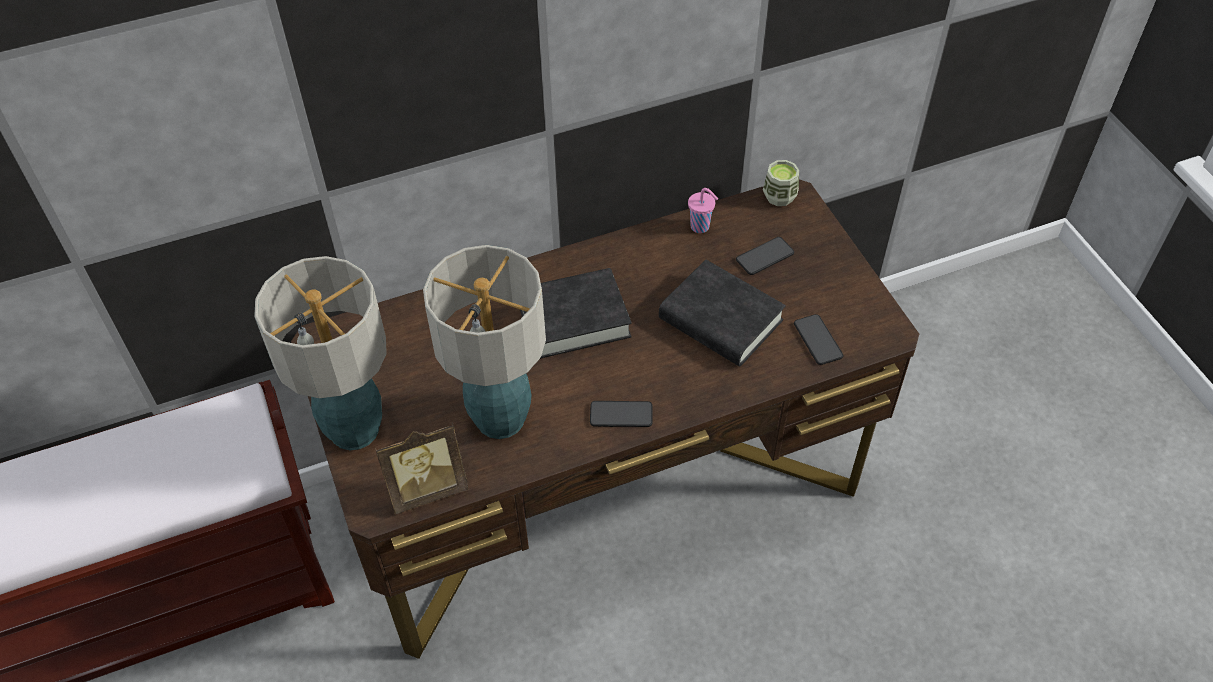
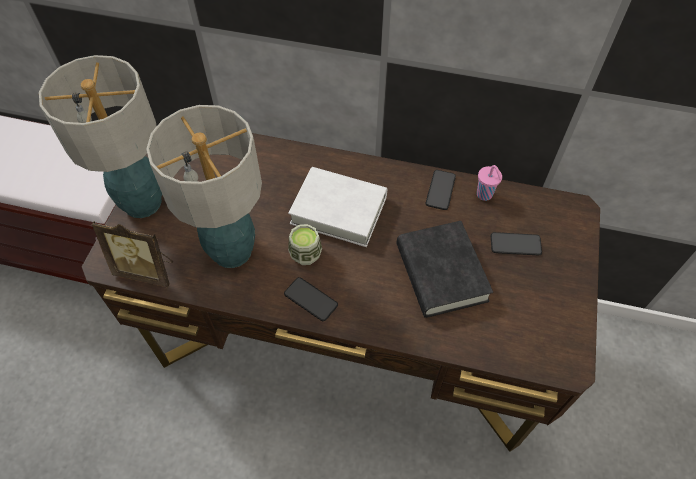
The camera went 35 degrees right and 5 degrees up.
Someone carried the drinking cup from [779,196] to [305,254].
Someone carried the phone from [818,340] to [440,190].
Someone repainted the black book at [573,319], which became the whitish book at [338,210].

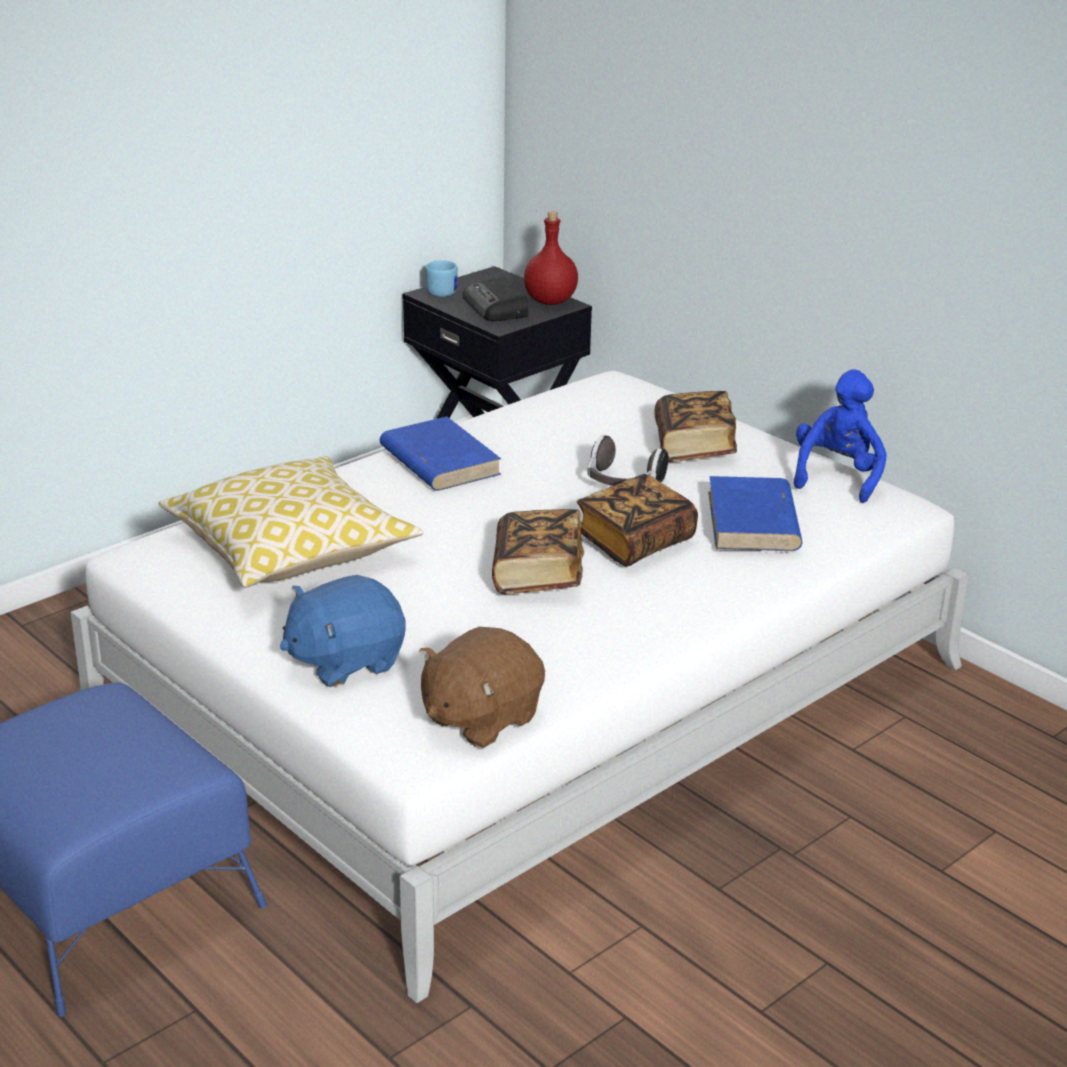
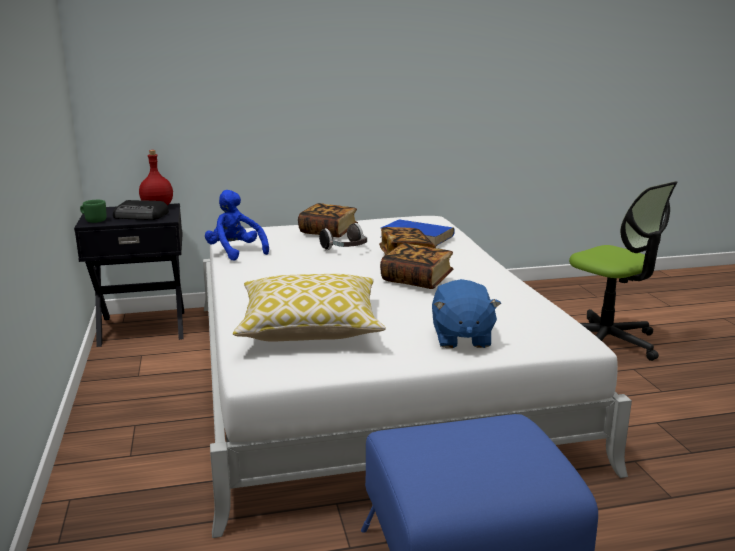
The camera went 60 degrees left and 10 degrees down.
Someone took away the bluish book at [439,460].
Someone took away the brown-coloured cuddly toy at [480,718].
Someone put down the computer chair at [607,342].
Someone carried the bluish cuddly toy from [837,476] to [235,252].
Someone repainted the bluish mug at [441,291], which became the green mug at [93,220].

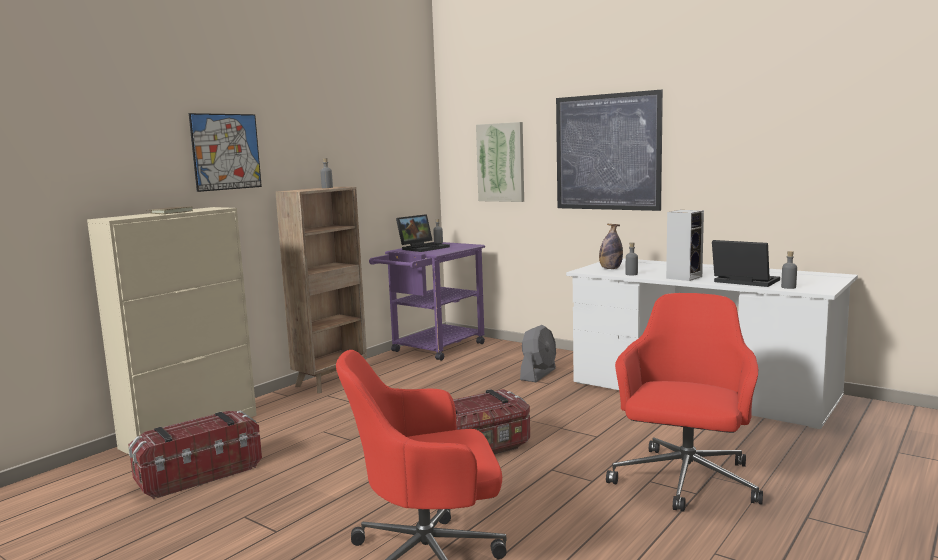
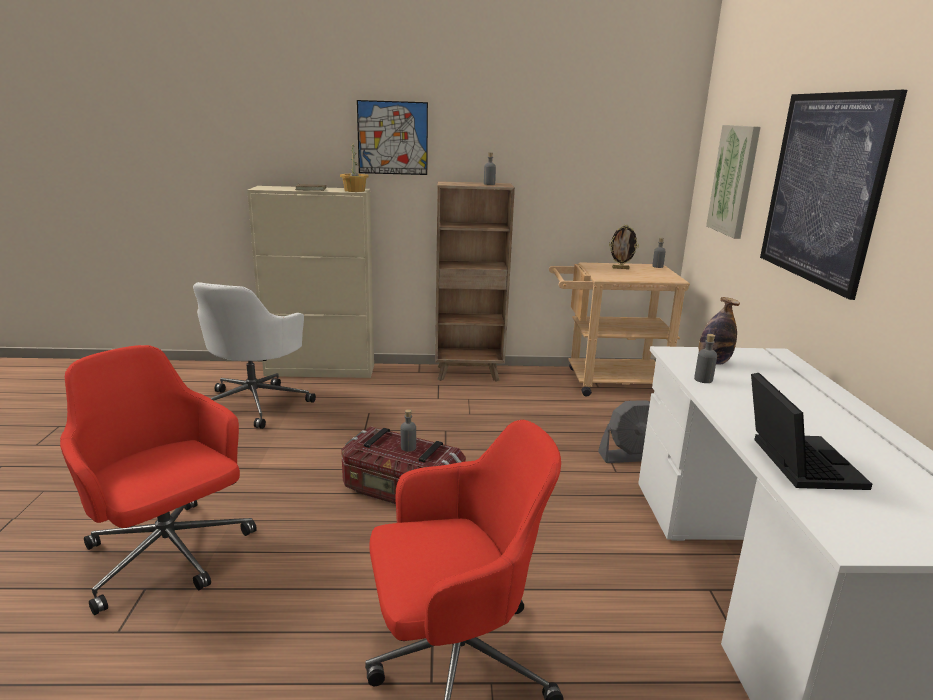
The camera went 50 degrees right and 10 degrees up.
Someone took away the loudspeaker at [684,277].
Someone put down the plant in a pot at [355,190].
Someone carried the greyish bottle from [788,287] to [408,447].
Someone swapped the storage box at [198,474] for the whitish computer chair at [256,403].
Someone swapped the portable computer at [423,248] for the photo frame at [620,268].
Someone repainted the purplish trolley at [433,349], which became the beige-coloured trolley at [606,382].

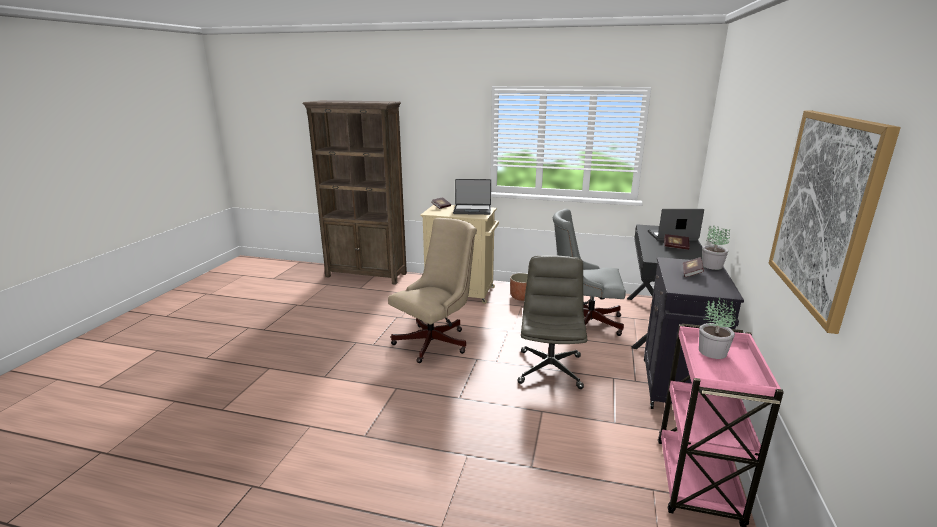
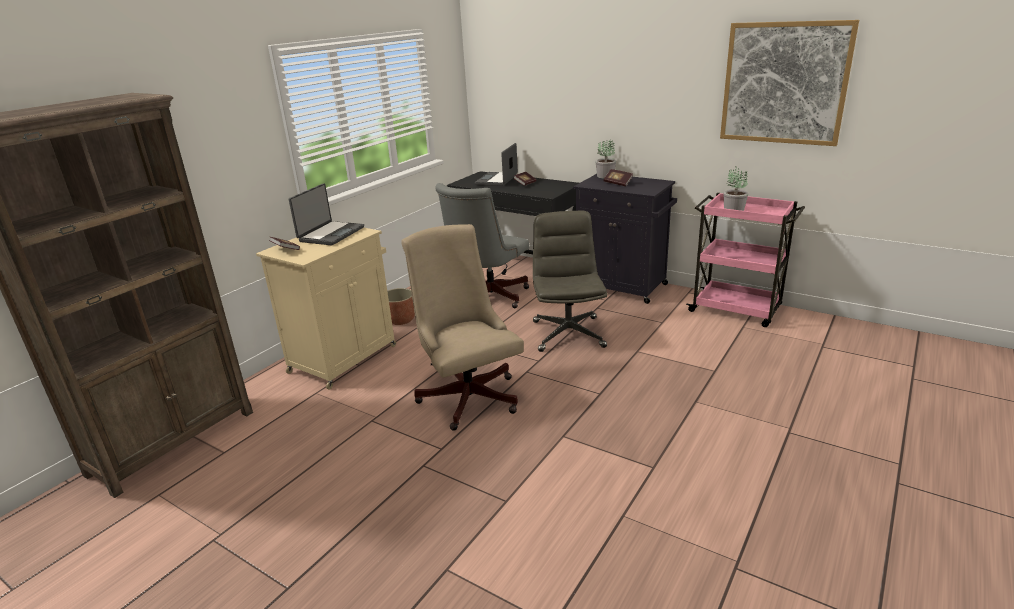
The camera went 70 degrees left and 5 degrees up.
Someone rotated the greyish computer chair at [550,368] by 60 degrees clockwise.

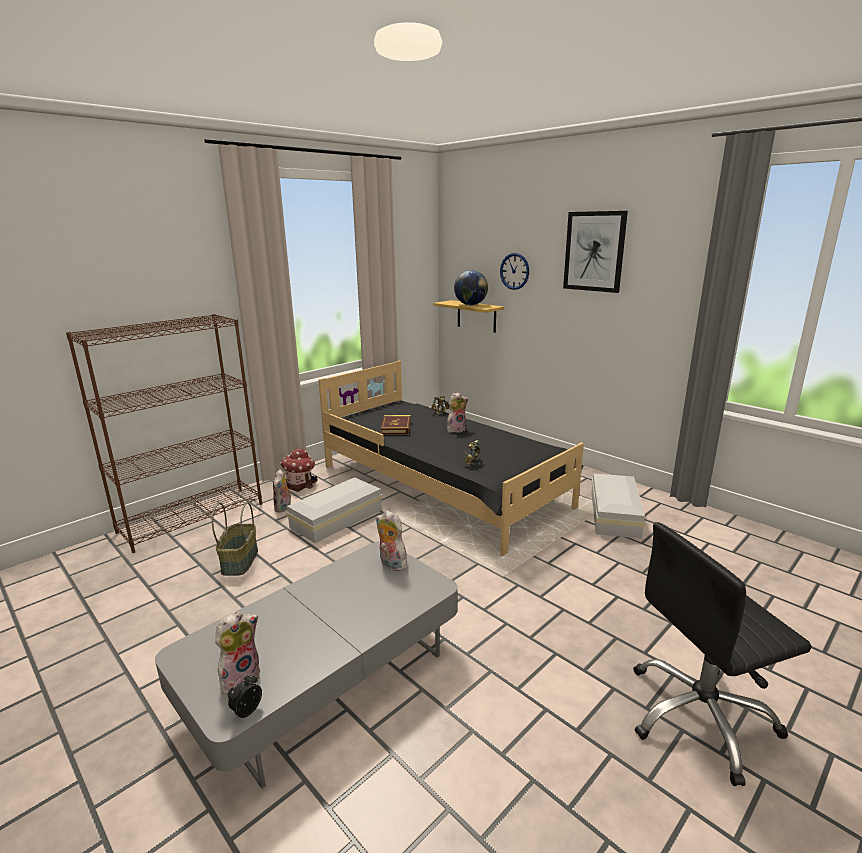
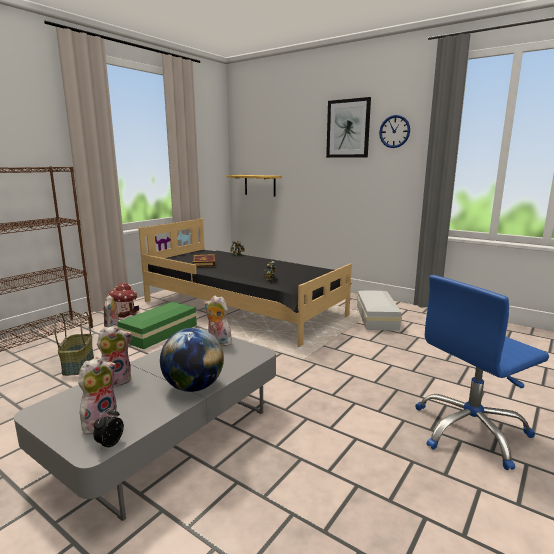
The camera went 10 degrees left and 5 degrees down.
Someone carried the cuddly toy from [456,429] to [116,381].
Someone carried the world globe from [470,305] to [193,387].
Someone carried the hanging clock from [514,271] to [394,131].
Someone repainted the whitish storage box at [338,518], which became the green storage box at [161,332].
Someone repainted the black computer chair at [700,717], which became the bluish computer chair at [470,431].

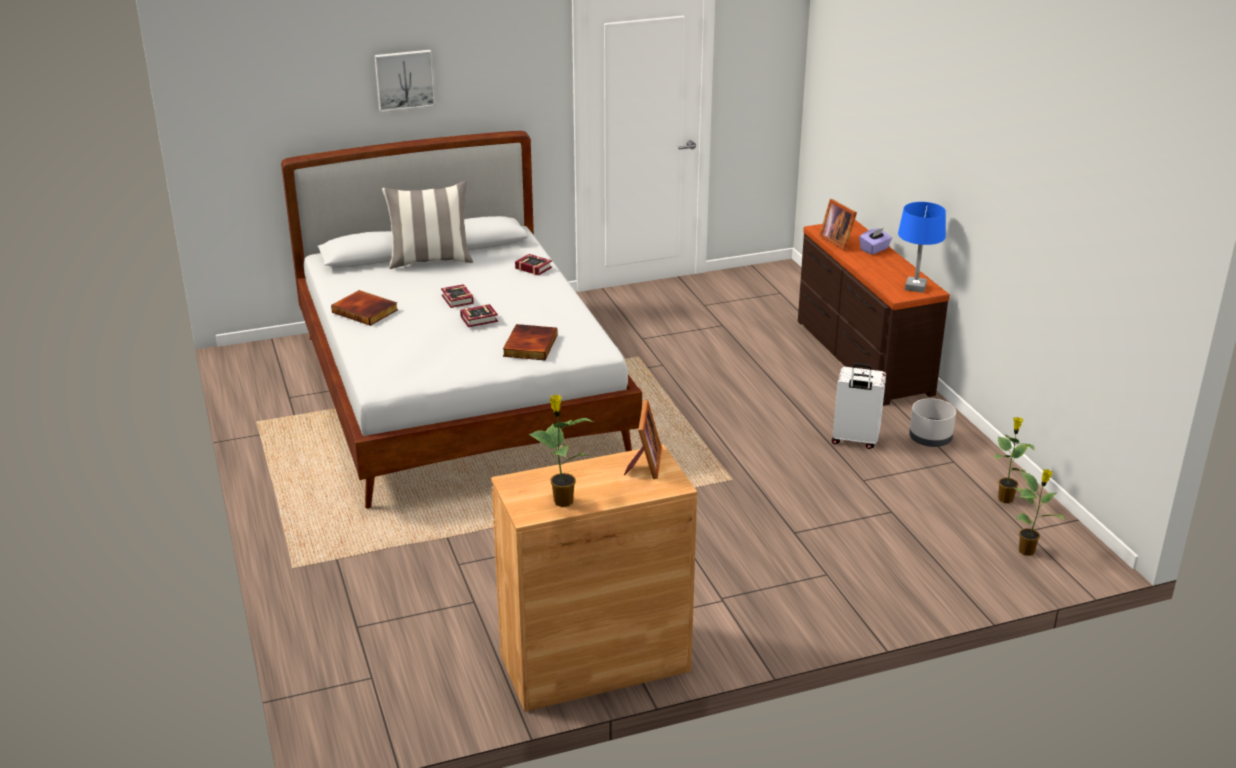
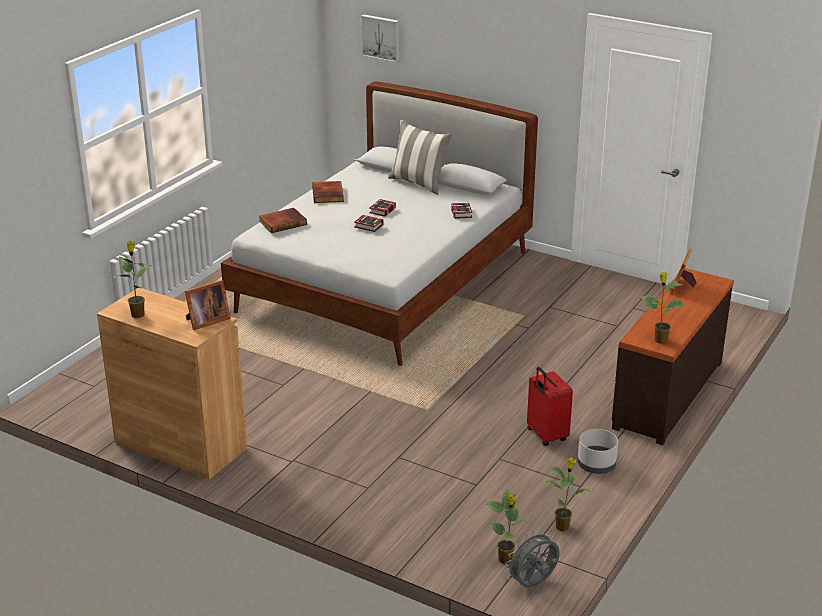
The camera went 50 degrees right and 0 degrees up.
Someone took away the purplish tissue box at [874,249].
Someone put down the greyish fan at [533,584].
Someone carried the wall picture from [404,79] to [381,37].
Someone carried the book from [529,345] to [282,222].
Someone swapped the bluish tabletop lamp at [915,287] for the plant in a pot at [660,340].
Someone repainted the whitish piece of luggage at [854,440], which became the red piece of luggage at [546,436].

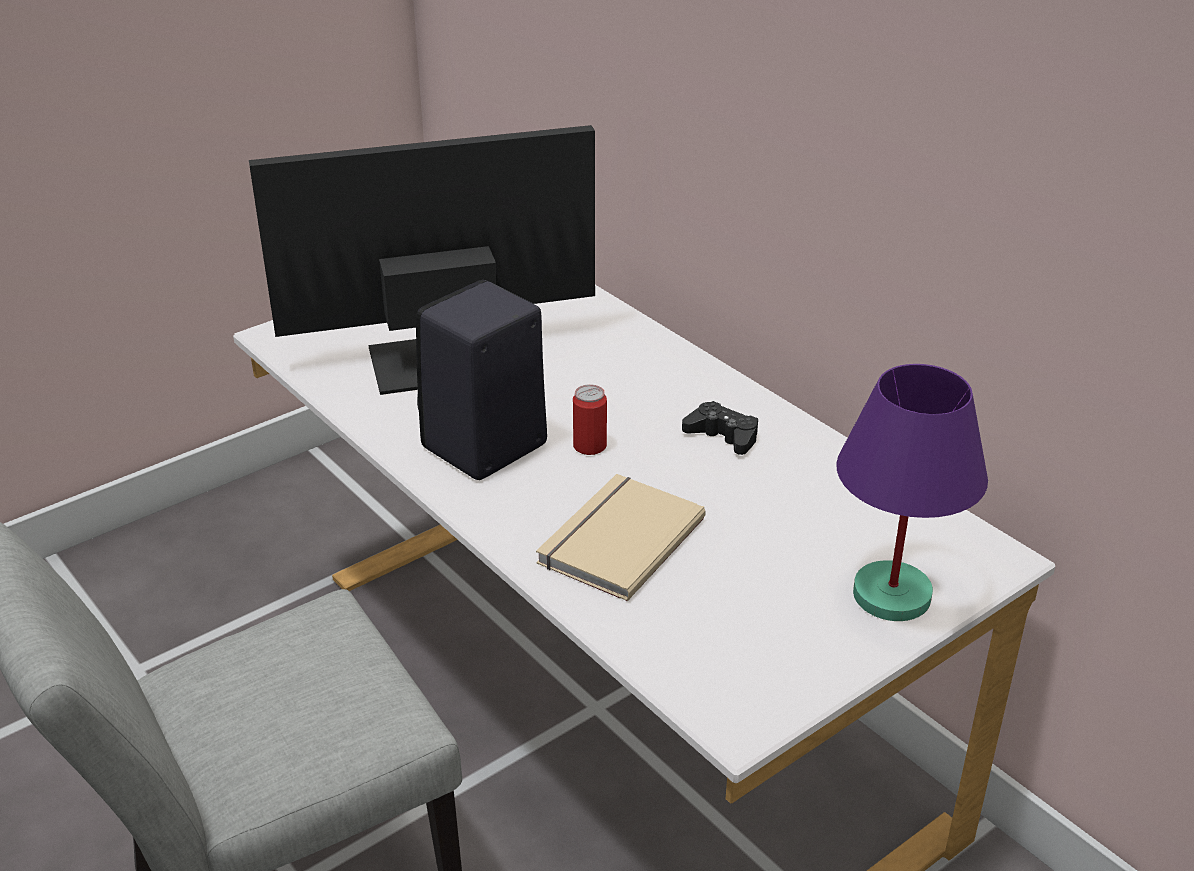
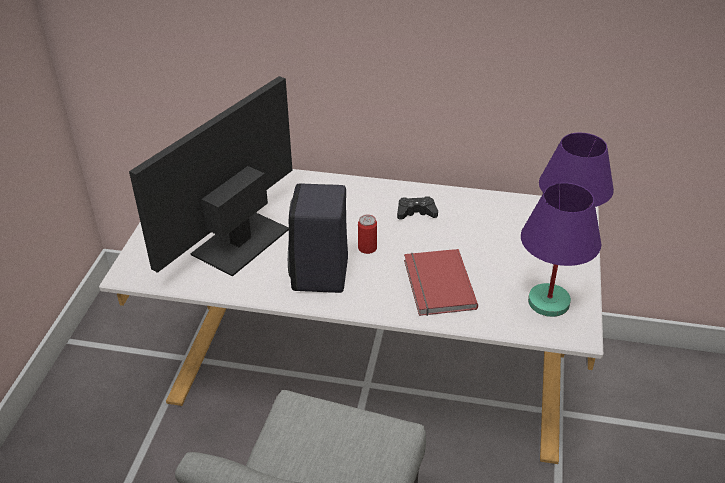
The camera went 40 degrees left and 5 degrees up.
Someone put down the purplish tabletop lamp at [549,303].
Someone repainted the beige-coloured book at [617,540], which became the red book at [436,285].

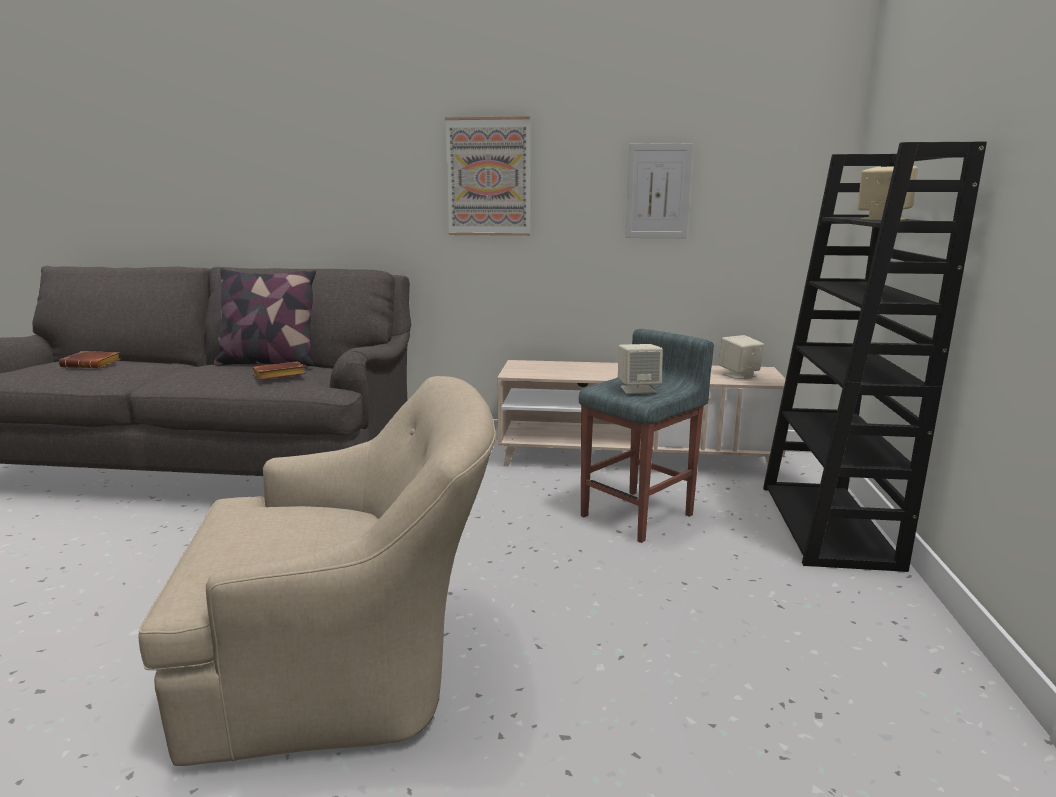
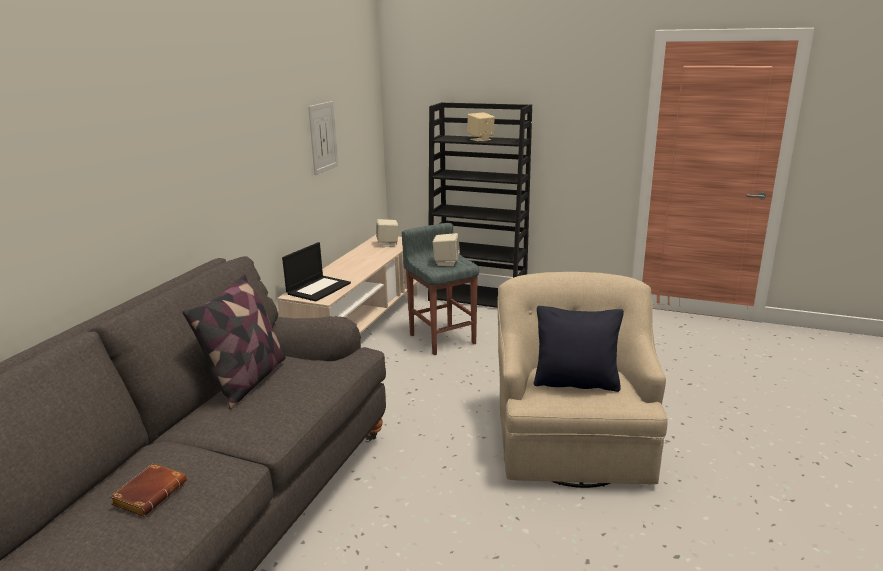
The camera went 75 degrees left and 5 degrees up.
Someone took away the brown-coloured book at [278,376].
Someone took away the wall picture at [488,177].
Someone put down the portable computer at [318,288].
Someone put down the black pillow at [576,383].

